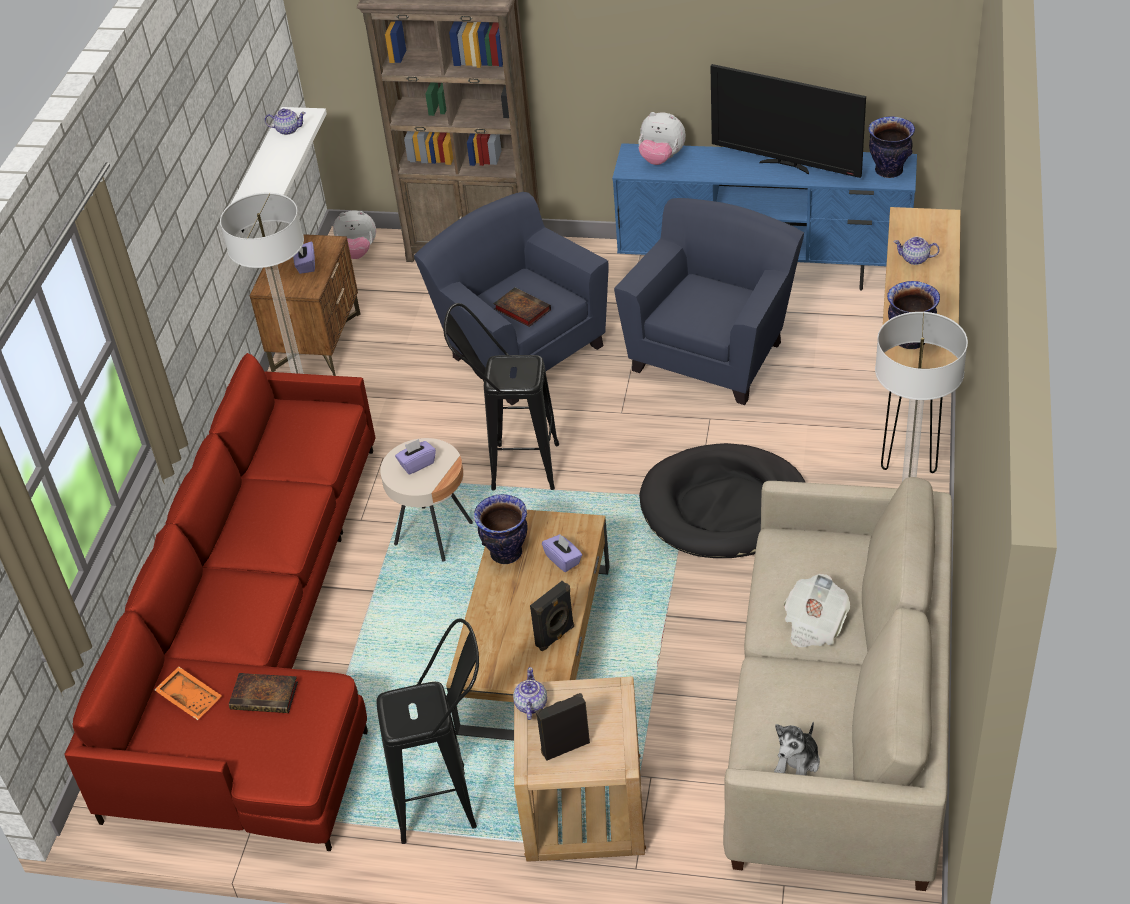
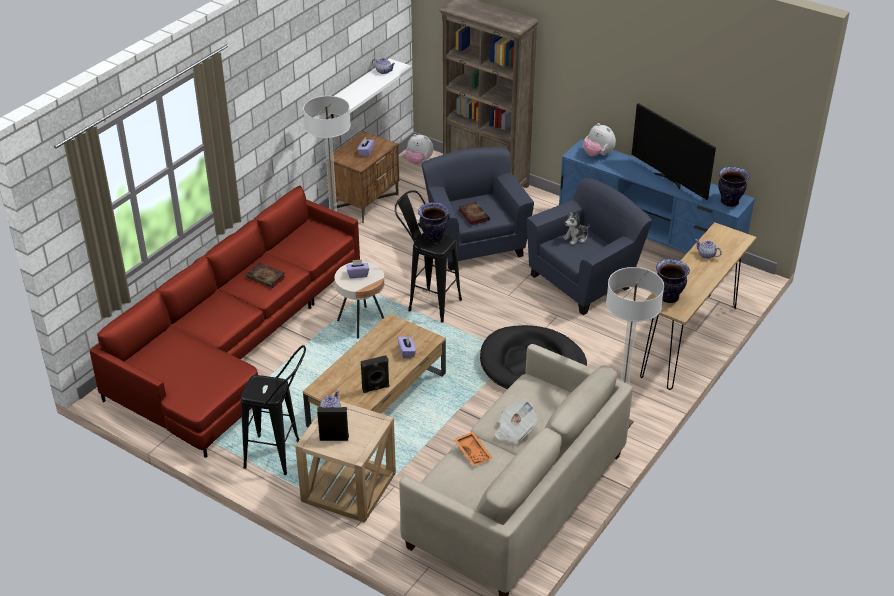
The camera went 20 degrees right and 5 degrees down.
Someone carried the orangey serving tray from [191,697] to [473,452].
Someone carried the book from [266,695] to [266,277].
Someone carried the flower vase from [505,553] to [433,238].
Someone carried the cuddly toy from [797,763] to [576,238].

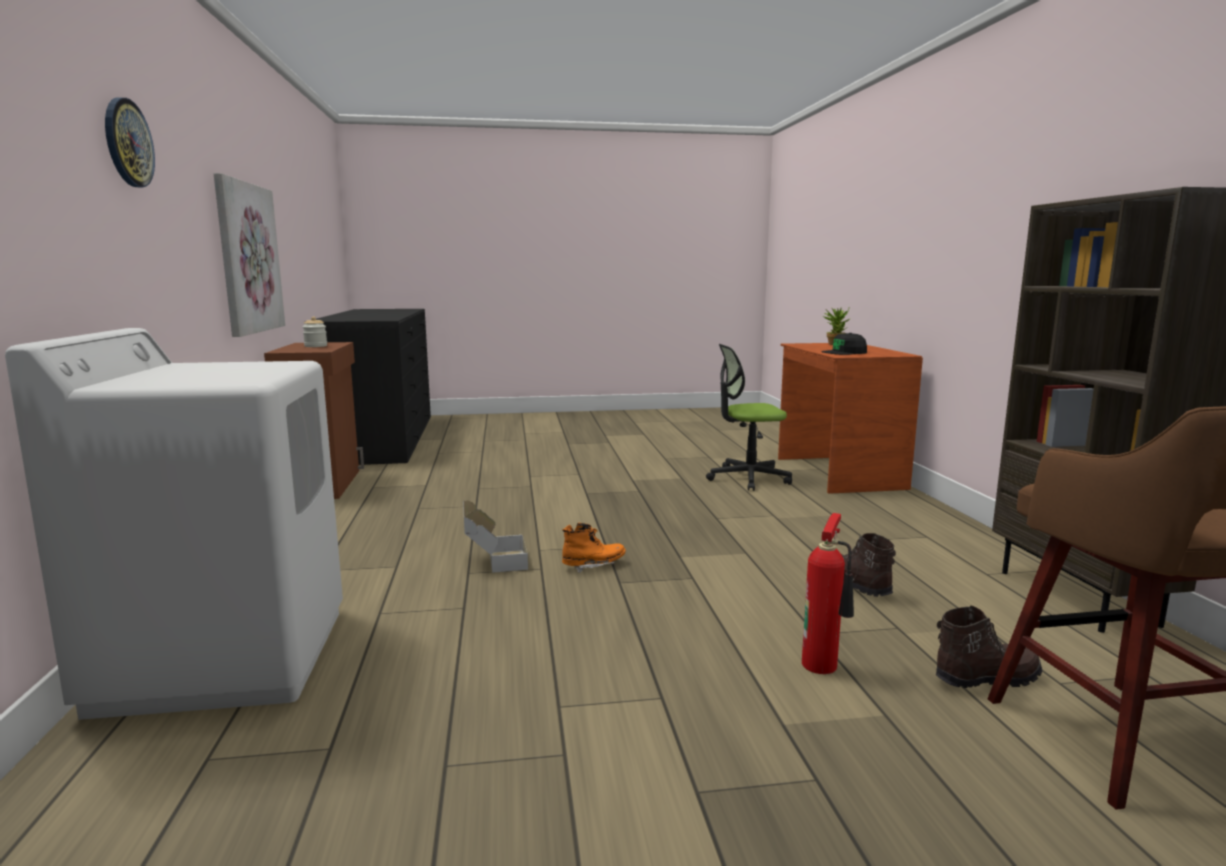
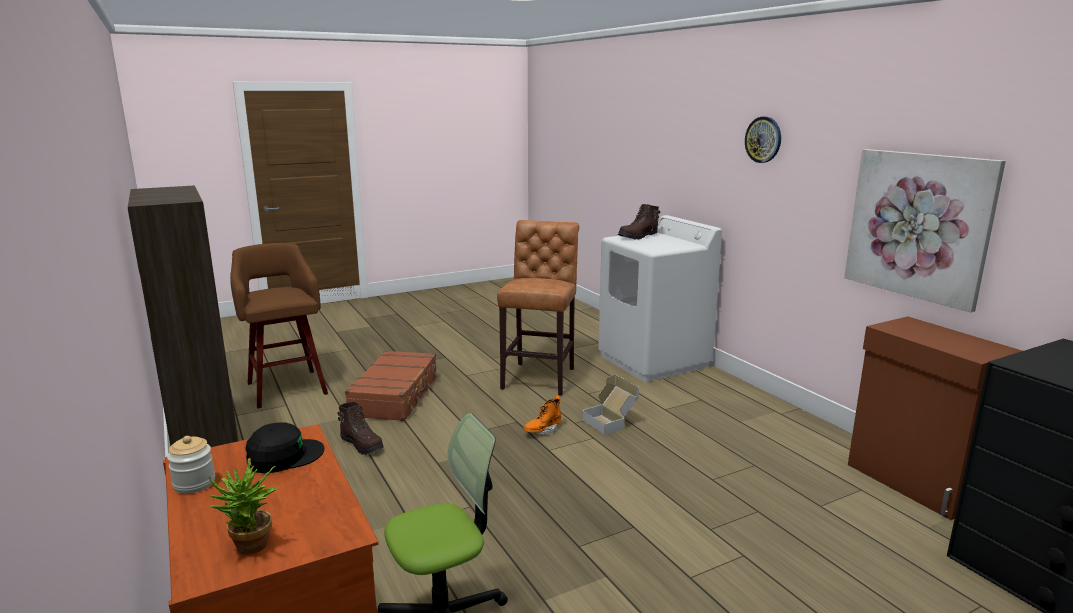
The camera went 160 degrees right and 5 degrees up.
Someone put down the brown-coloured sitting stool at [540,377].
Someone carried the storage jar from [316,346] to [194,483].
Someone carried the brown-coloured high-top boot from [985,678] to [638,237].
Someone swapped the fire-fighting cylinder at [823,665] for the brown-coloured piece of luggage at [396,396].

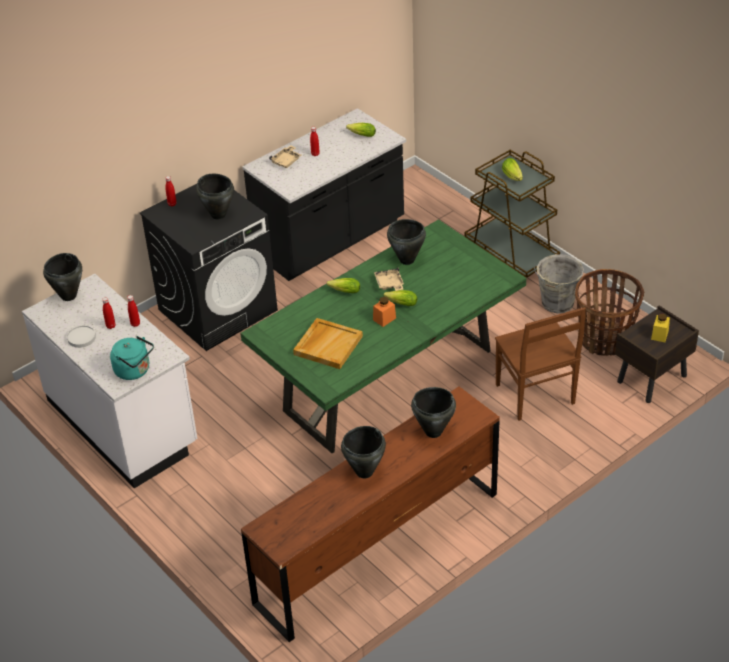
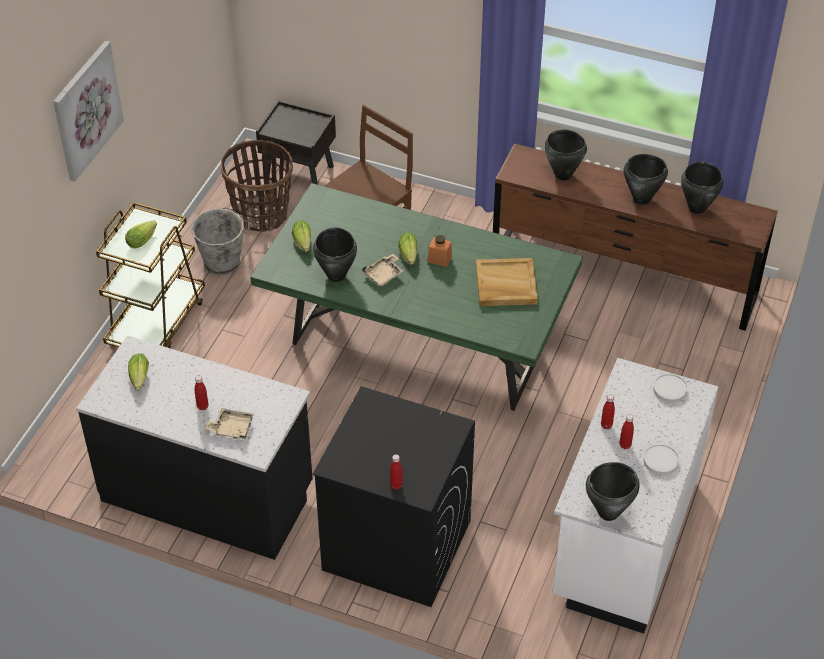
The camera went 120 degrees left and 5 degrees up.
Someone took away the yellow-coloured storage jar at [659,335].
Someone put up the wall picture at [86,110].
Someone carried the black cooking pot from [218,214] to [696,208].
Someone carried the head of lettuce from [343,291] to [303,244].
Someone swapped the turquoise kettle at [134,371] for the whitish dinner plate at [670,389].

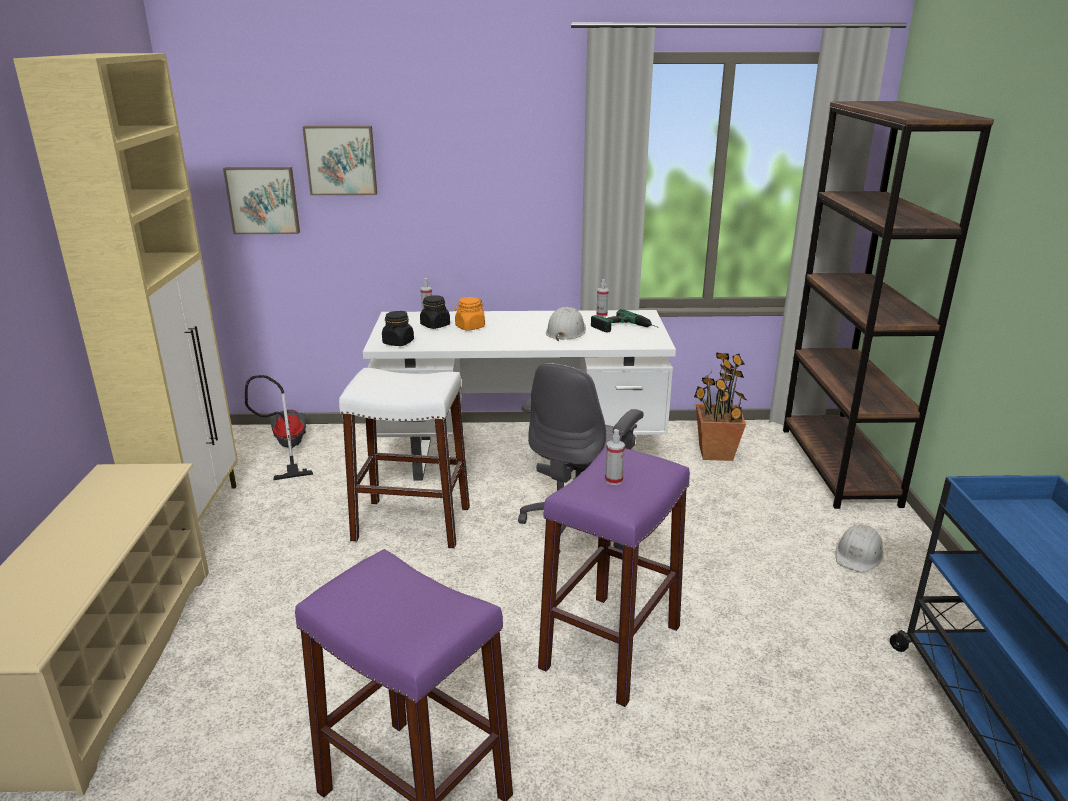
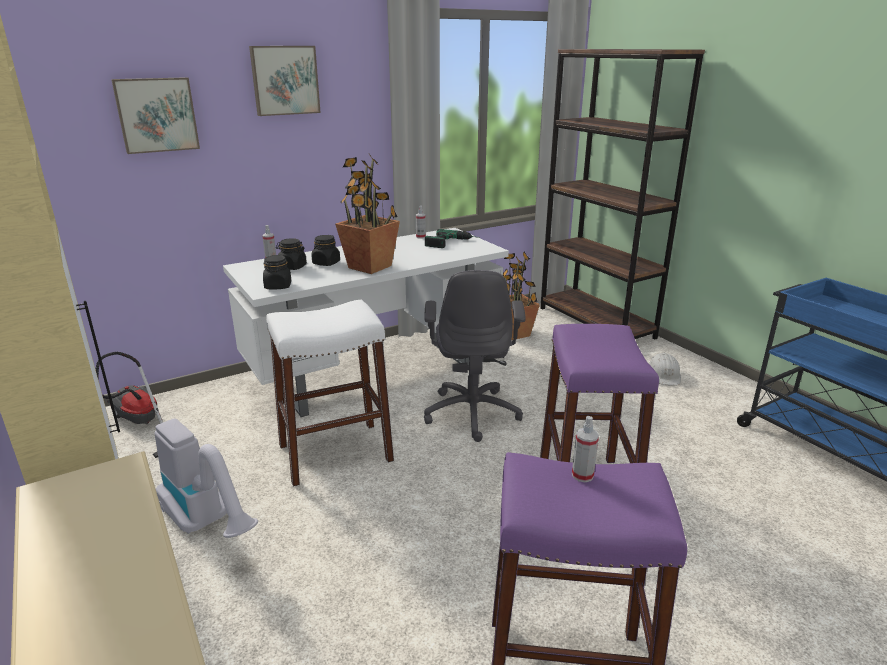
The camera went 30 degrees left and 0 degrees up.
Someone took away the whitish safety helmet at [566,331].
Someone put down the vacuum at [208,524].
Someone put down the plant in a pot at [369,267].
Someone carried the wall picture from [263,200] to [285,80].
Someone carried the spray bottle from [614,480] to [582,475].
Someone repainted the orangey storage jar at [470,327], which became the black storage jar at [326,263].

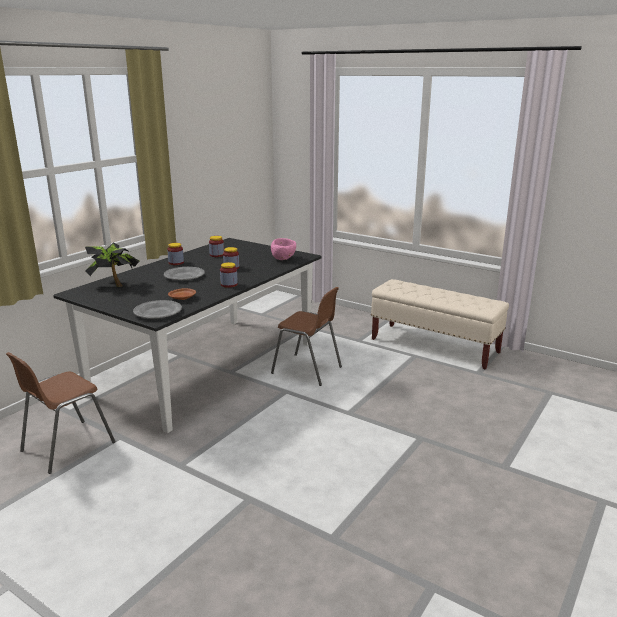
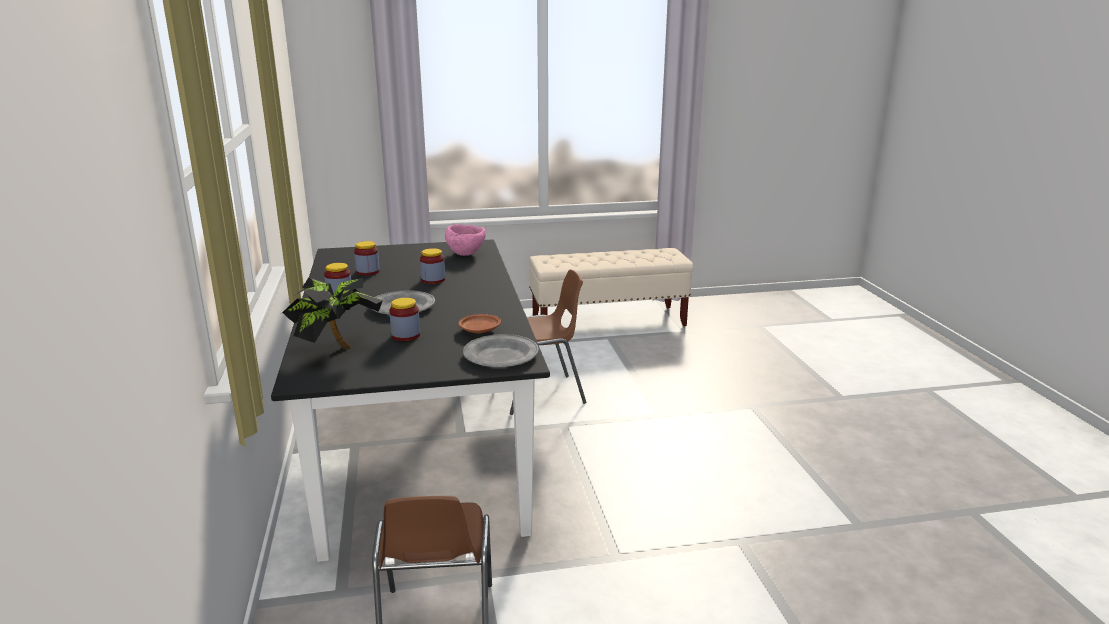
The camera went 45 degrees left and 0 degrees up.
Someone carried the storage jar from [229,284] to [406,335].

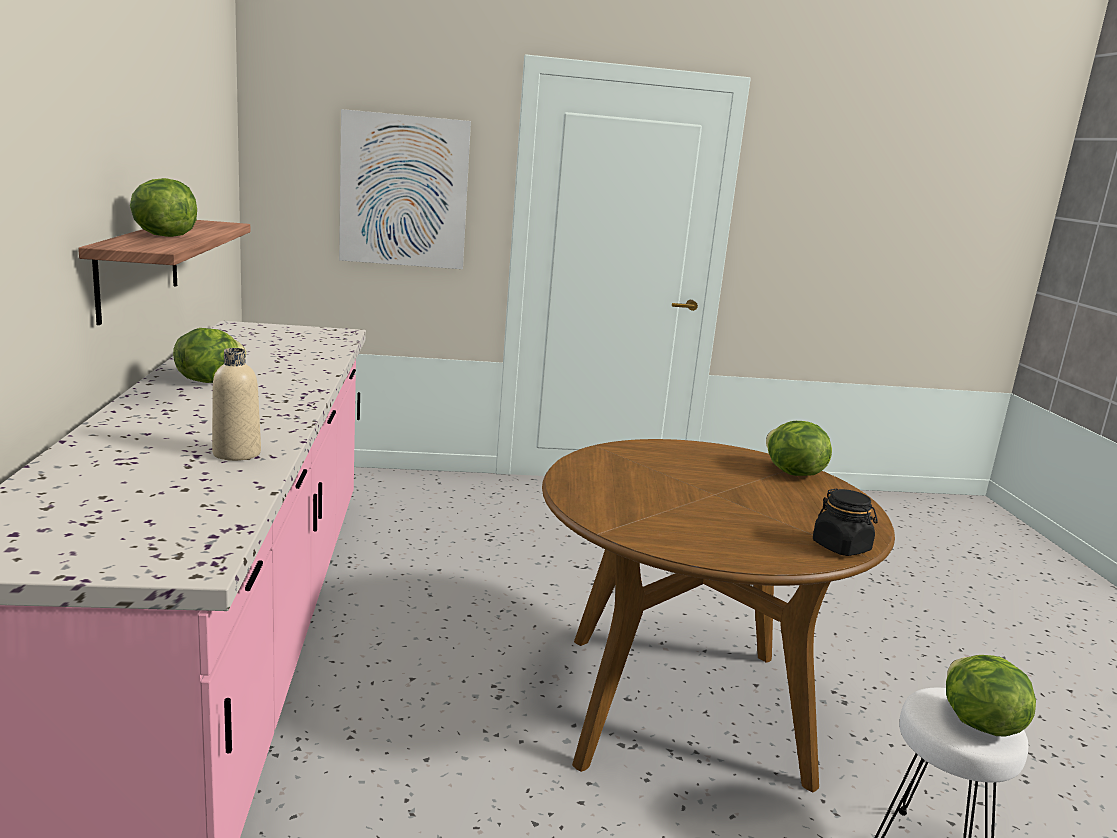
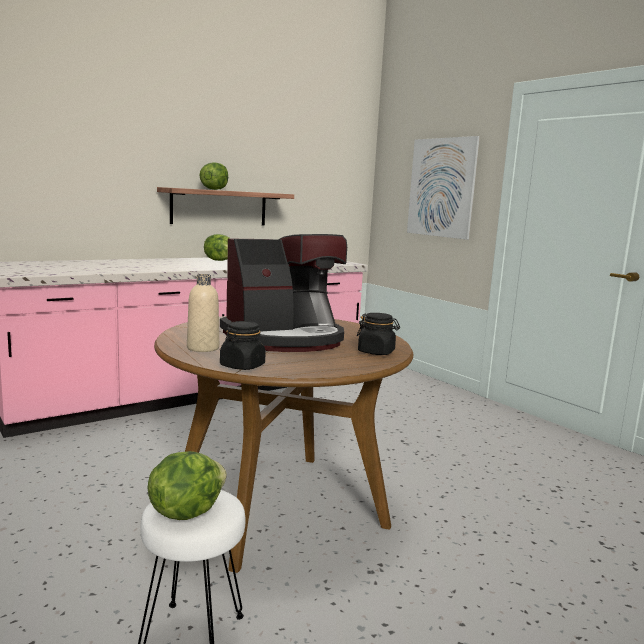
The camera went 60 degrees right and 5 degrees down.
Someone put down the coffee brewer at [285,339].
Someone carried the beige-coloured bottle from [236,453] to [203,348].
Someone swapped the head of lettuce at [792,473] for the black storage jar at [376,352].

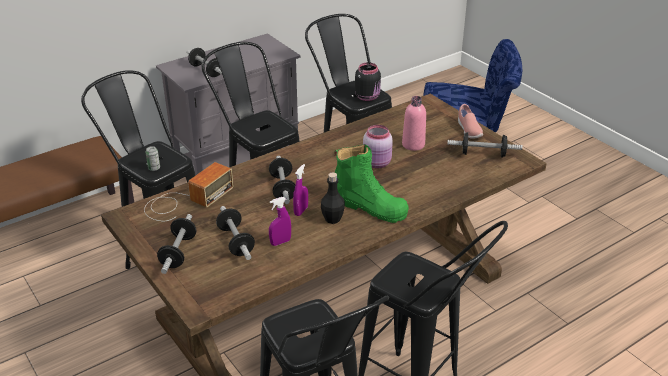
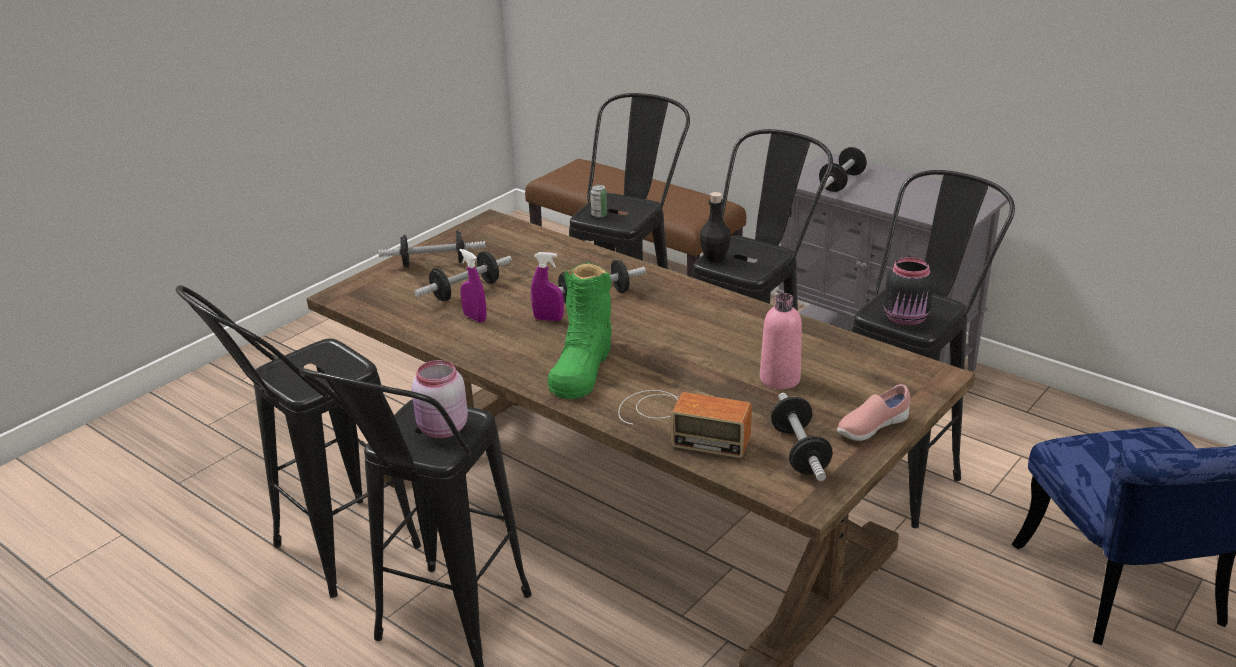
The camera went 75 degrees right and 5 degrees down.
Someone carried the radio receiver from [185,201] to [680,422].
Someone carried the black bottle from [332,219] to [714,258].
Someone carried the pink-coloured storage jar from [377,163] to [442,429].

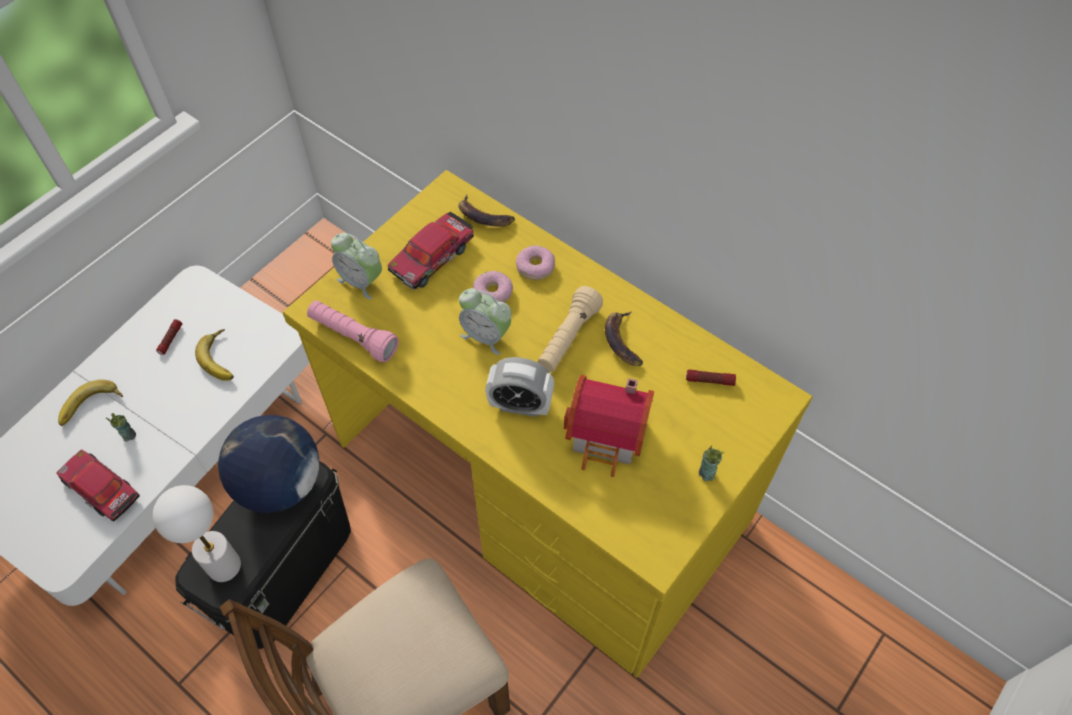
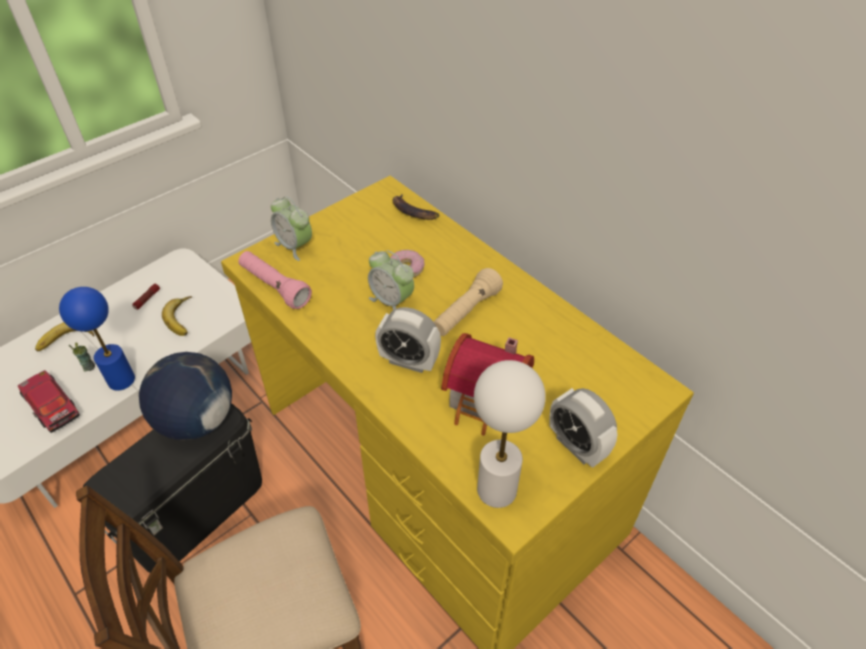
The camera went 10 degrees right and 10 degrees down.
Someone took away the toy car at [432,257].
Someone took away the ring doughnut at [535,267].
Someone took away the whole banana at [622,341].
Someone took away the hand torch at [709,380].
Someone put down the bluish tabletop lamp at [121,380].
Someone carried the whitish tabletop lamp from [224,565] to [497,489].
Someone swapped the drinking cup at [706,473] for the table clock at [576,446].

